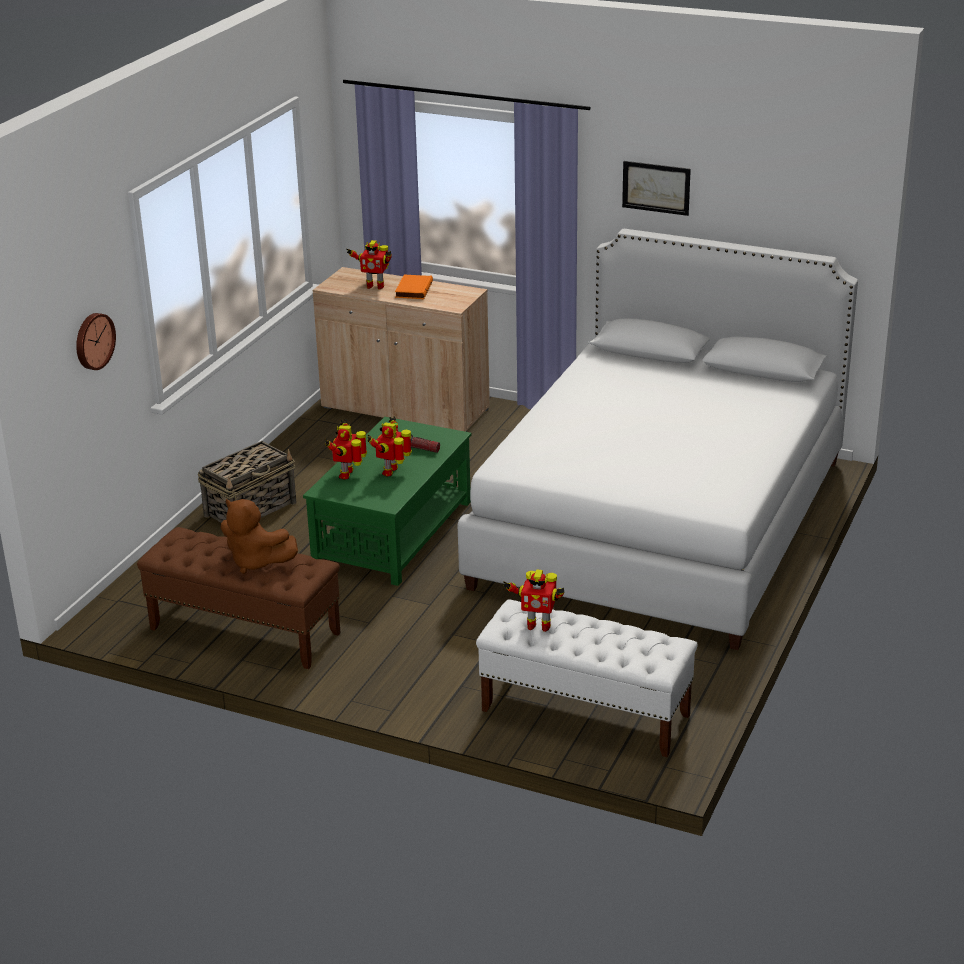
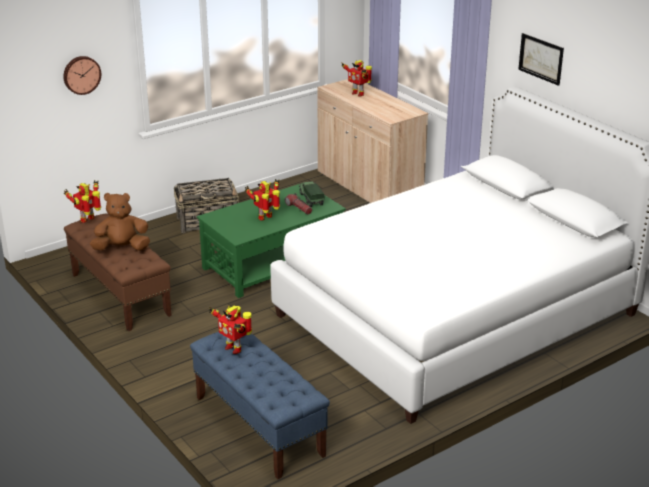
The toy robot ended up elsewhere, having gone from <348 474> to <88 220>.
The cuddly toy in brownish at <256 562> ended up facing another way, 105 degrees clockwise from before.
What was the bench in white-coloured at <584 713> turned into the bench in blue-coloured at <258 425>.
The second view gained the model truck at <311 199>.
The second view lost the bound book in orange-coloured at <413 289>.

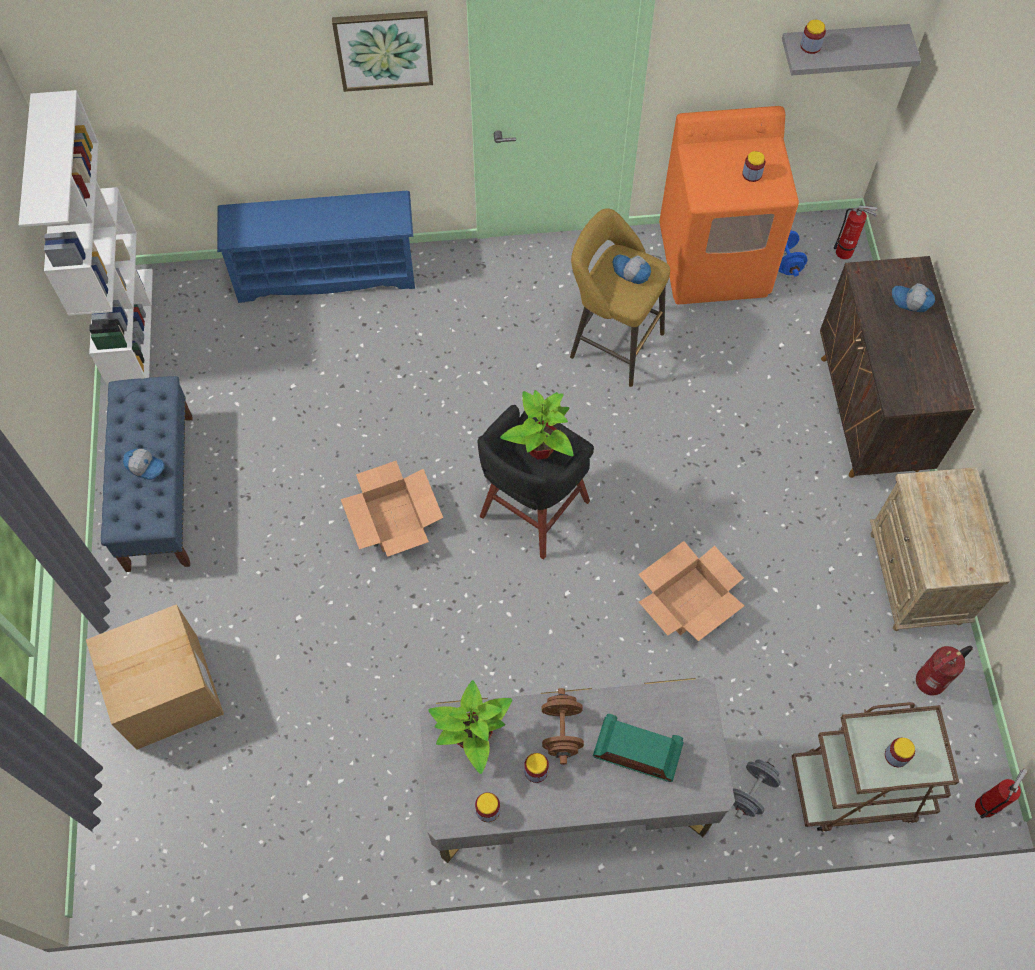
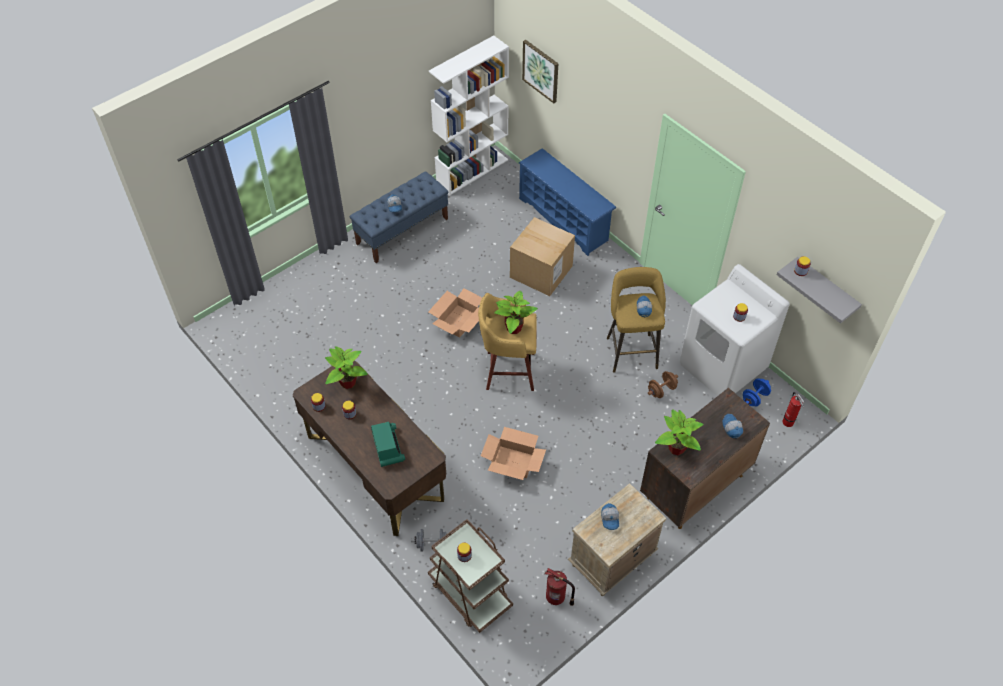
What was the desk table in grey at <569 793> turned into the desk table in brownish at <375 467>.
What was the stool in black at <532 511> turned into the stool in yellow at <508 371>.
The carton ended up elsewhere, having gone from <167 691> to <541 271>.
The wall art ended up elsewhere, having gone from <384 49> to <541 71>.
The second view gained the baseball cap at <610 519>.
The dumbbell in brownish ended up elsewhere, having gone from <561 731> to <661 390>.
The second view gained the houseplant at <676 448>.
What was the laundry machine in orange-coloured at <714 261> turned into the laundry machine in white-coloured at <723 367>.
The second view lost the fire-fighting cylinder at <986 804>.

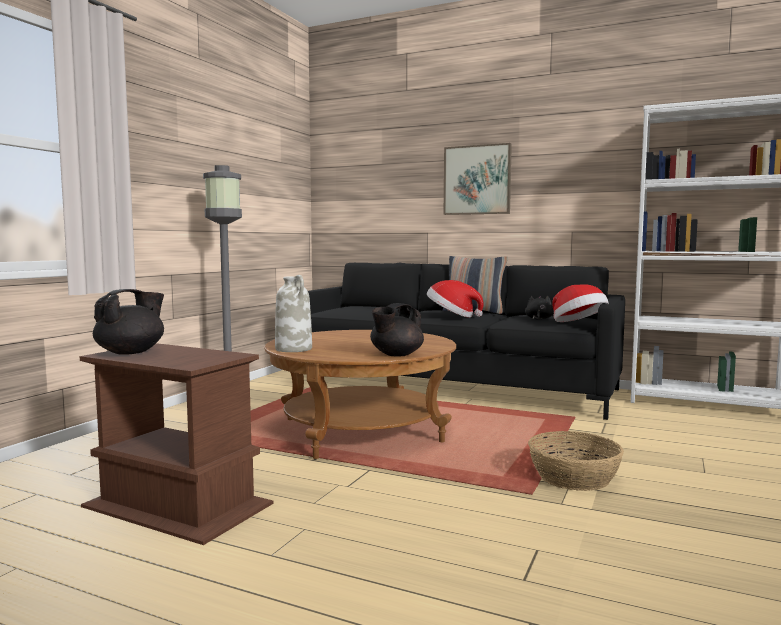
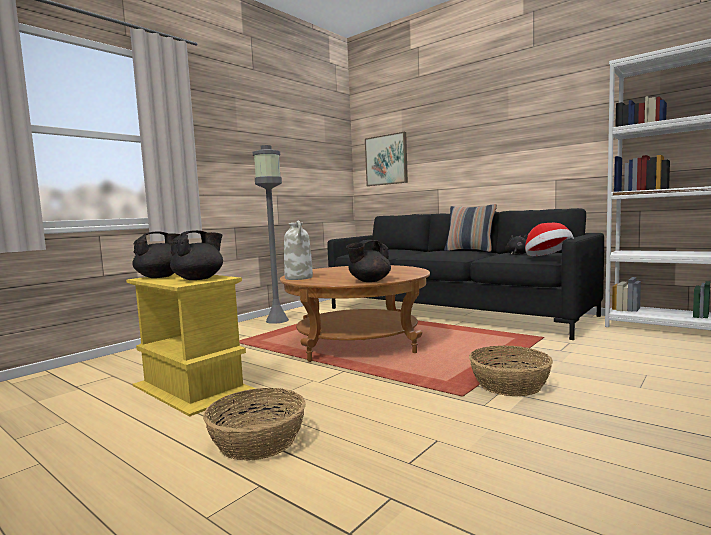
What was the end table in brownish at <179 505> turned into the end table in yellow at <193 388>.
The second view gained the pot for tea in black at <199 279>.
The second view gained the basket at <257 441>.
The wall art ended up elsewhere, having gone from <477 180> to <386 160>.
The second view lost the clothing hat at <452 316>.

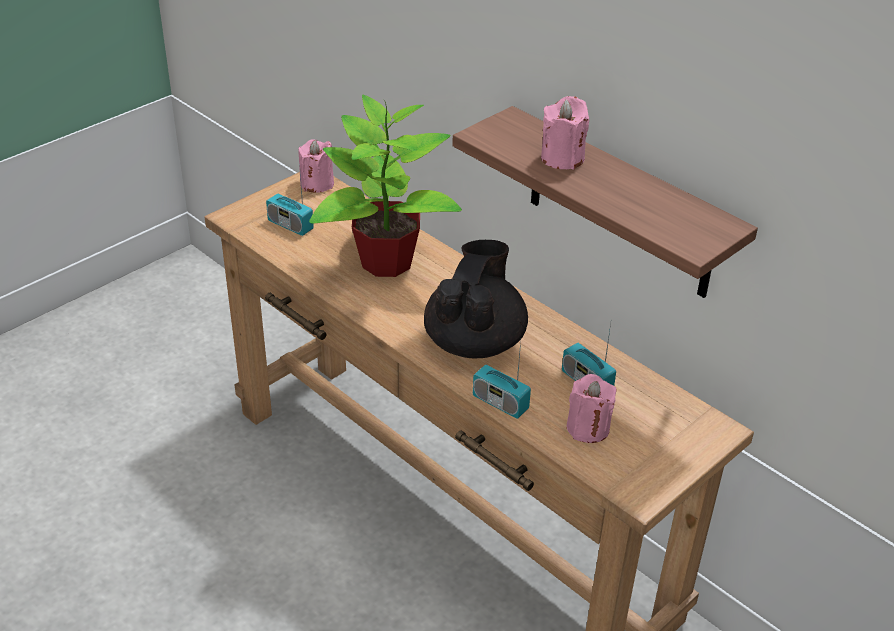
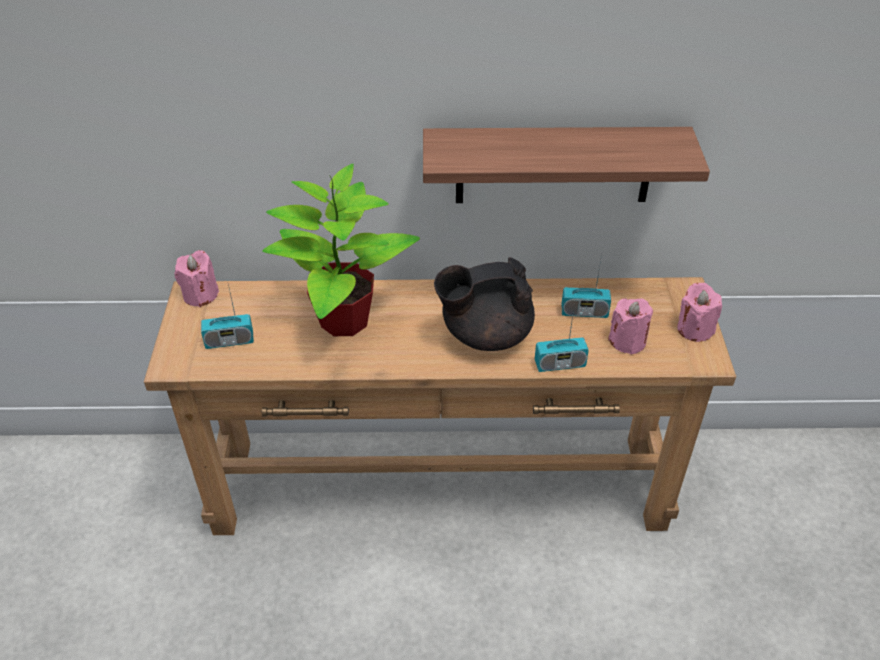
The pot for tea in black at <475 341> ended up facing another way, 75 degrees counterclockwise from before.
The wax candle in pink-coloured ended up elsewhere, having gone from <562 158> to <694 329>.

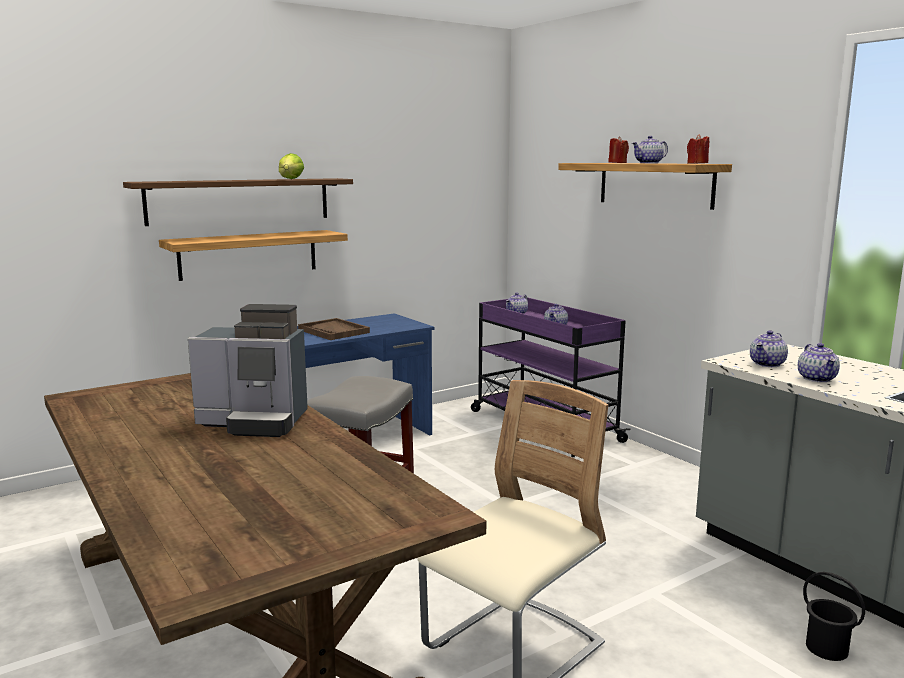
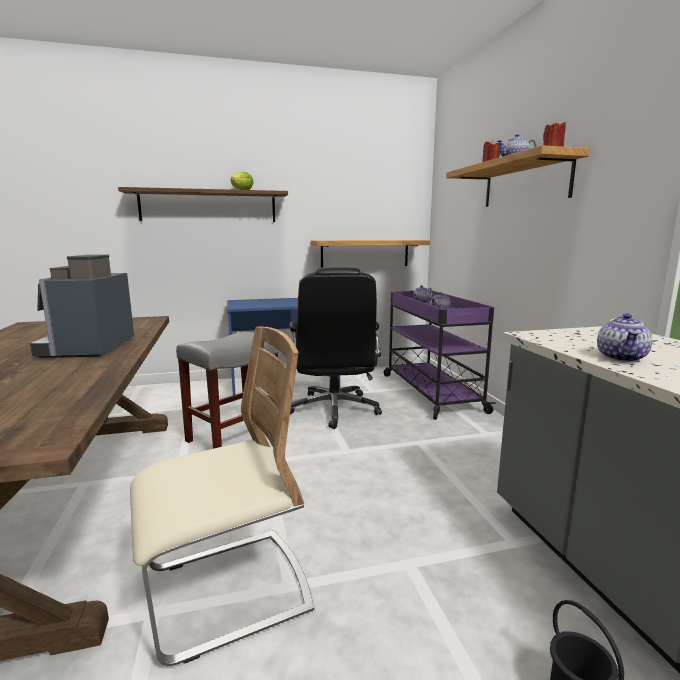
The coffee maker at <255 422> ended up facing another way, 60 degrees clockwise from before.
The second view gained the desk chair in black at <334 410>.
The shelf ended up elsewhere, having gone from <249 254> to <365 253>.
The second view lost the carrying tray in brownish at <334 331>.
The second view lost the pot for tea at <767 364>.

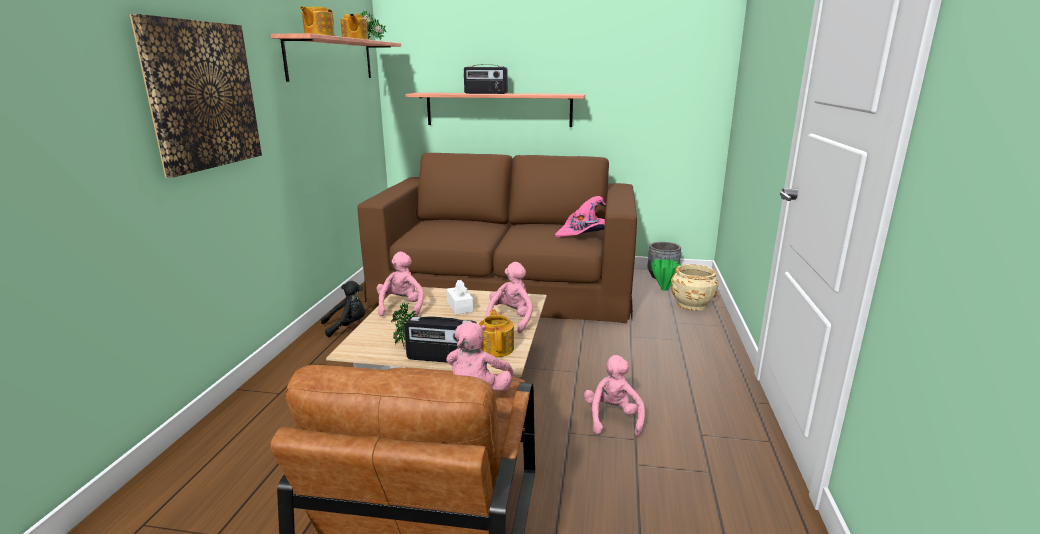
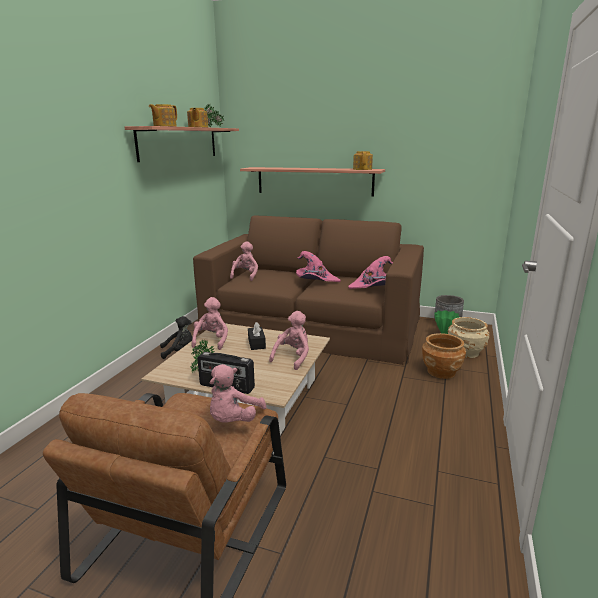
The cuddly toy in pink-coloured ended up elsewhere, having gone from <612 418> to <245 276>.
What was the box of tissues in white-coloured at <460 306> turned into the box of tissues in black at <256 343>.
The second view gained the clothing hat in pink-coloured at <316 280>.
The pot for tea ended up elsewhere, having gone from <496 348> to <362 169>.
The second view gained the planter in brownish at <441 371>.
The second view lost the wall art at <202 95>.
The second view lost the radio at <485 93>.

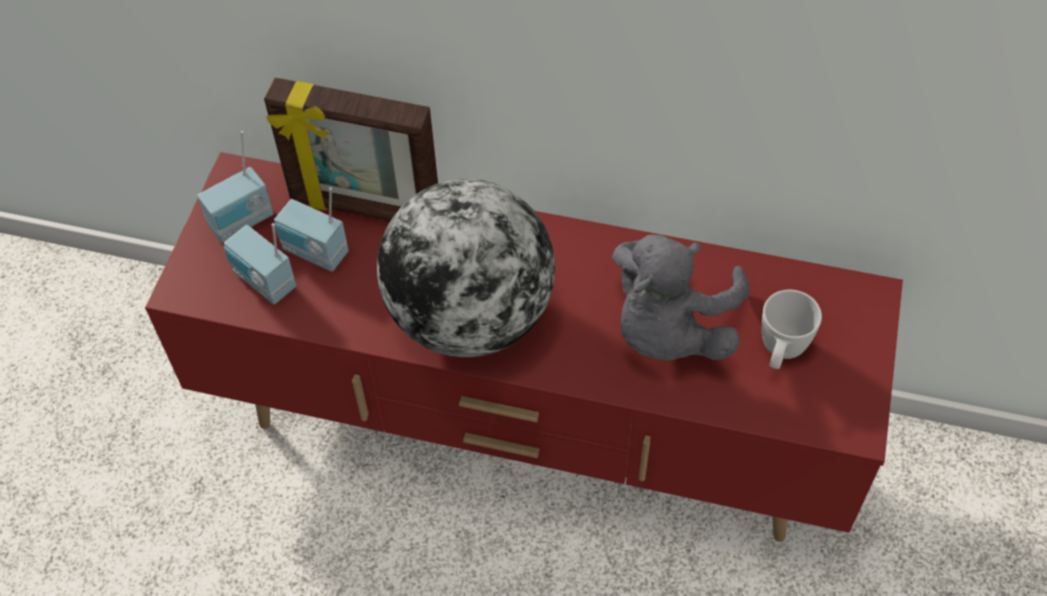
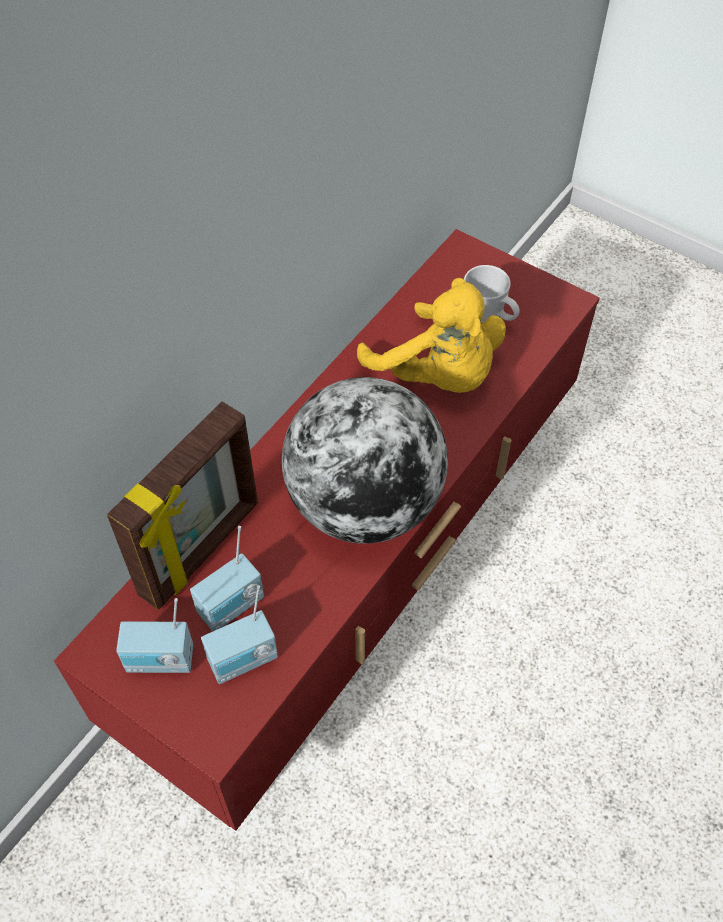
The radio at <242 222> ended up facing another way, 105 degrees clockwise from before.
What was the cuddly toy in grey at <669 329> turned into the cuddly toy in yellow at <438 375>.

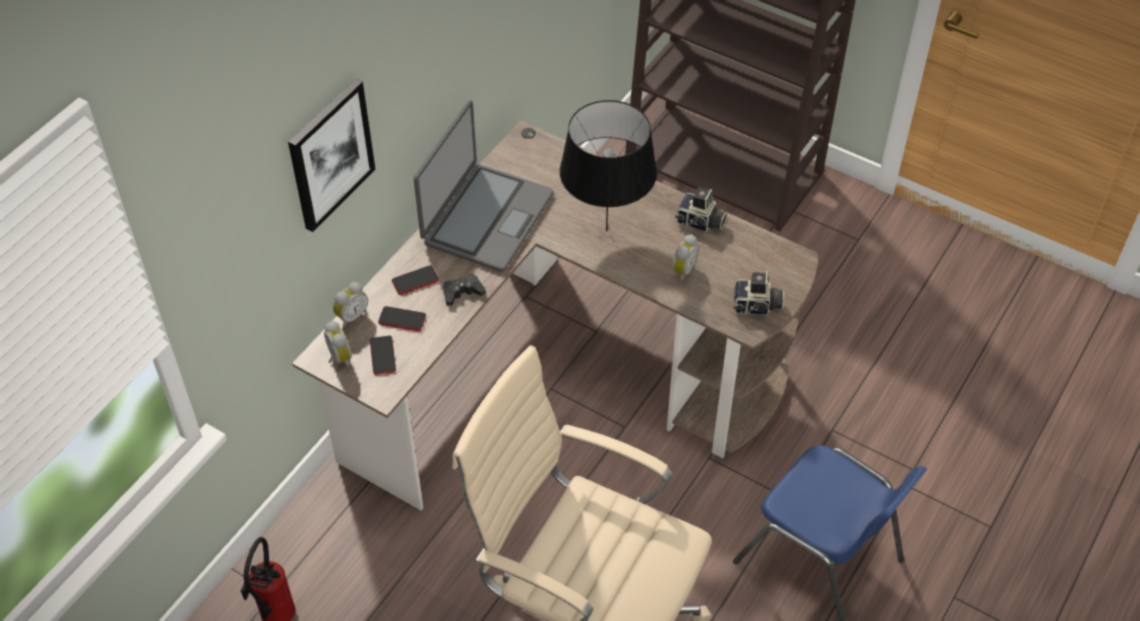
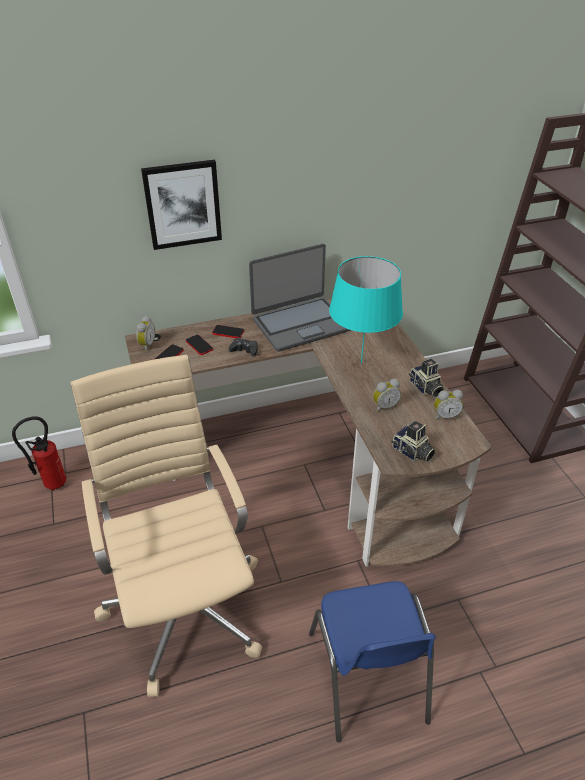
What was the lamp for a table in black at <606 230> turned into the lamp for a table in turquoise-coloured at <361 362>.
The bedside clock ended up elsewhere, having gone from <351 316> to <445 416>.

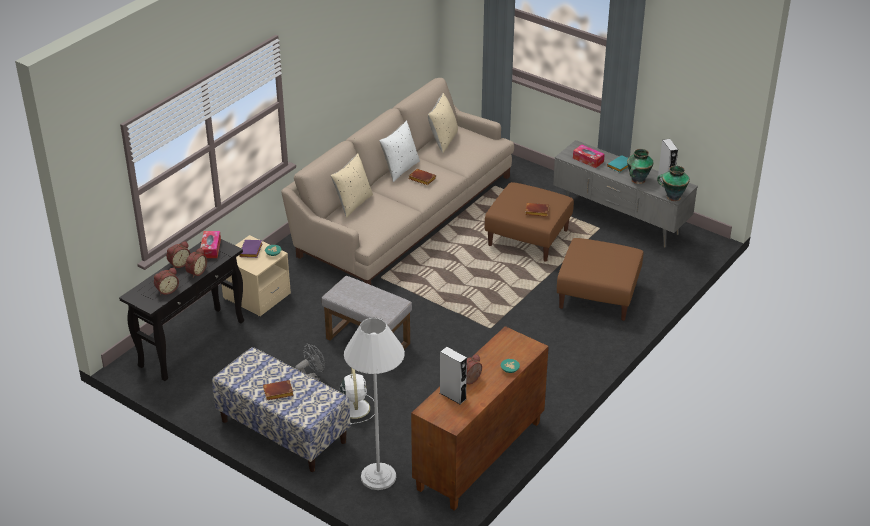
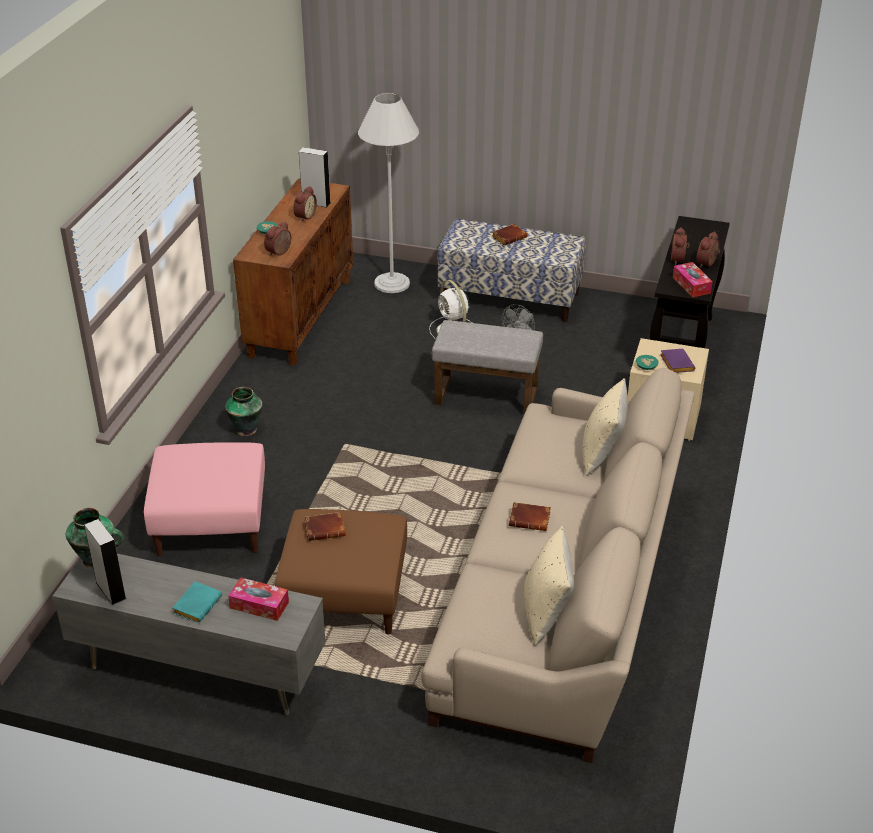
What was the pouffe in brownish at <597 296> turned into the pouffe in pink-coloured at <212 522>.
The vase ended up elsewhere, having gone from <637 180> to <247 429>.
The bedside clock ended up elsewhere, having gone from <167 290> to <280 253>.
The second view lost the cushion in white-coloured at <400 169>.

